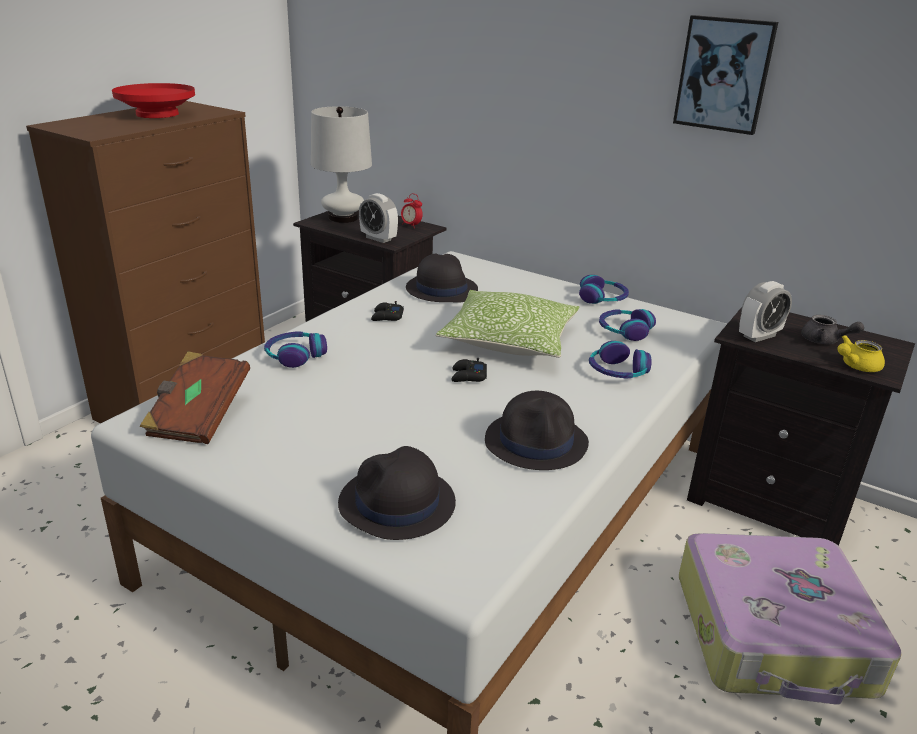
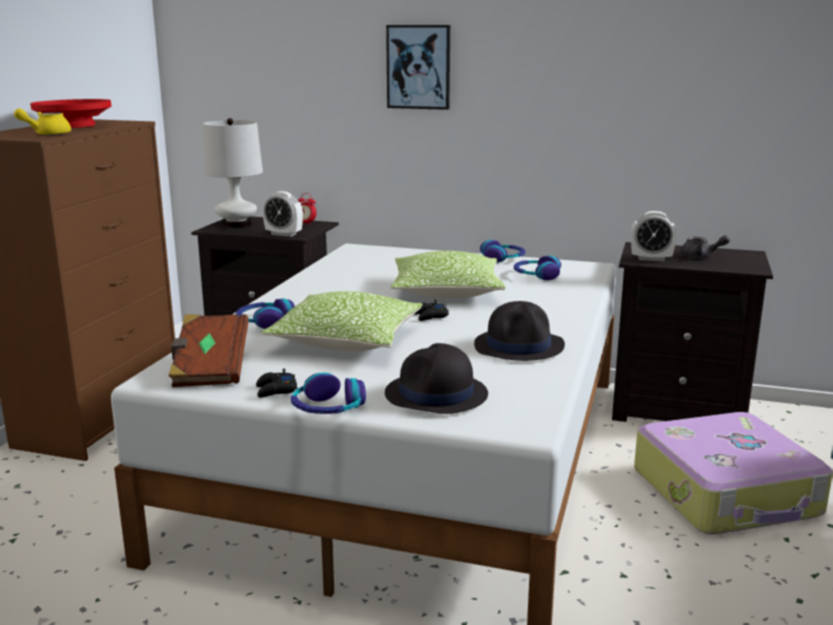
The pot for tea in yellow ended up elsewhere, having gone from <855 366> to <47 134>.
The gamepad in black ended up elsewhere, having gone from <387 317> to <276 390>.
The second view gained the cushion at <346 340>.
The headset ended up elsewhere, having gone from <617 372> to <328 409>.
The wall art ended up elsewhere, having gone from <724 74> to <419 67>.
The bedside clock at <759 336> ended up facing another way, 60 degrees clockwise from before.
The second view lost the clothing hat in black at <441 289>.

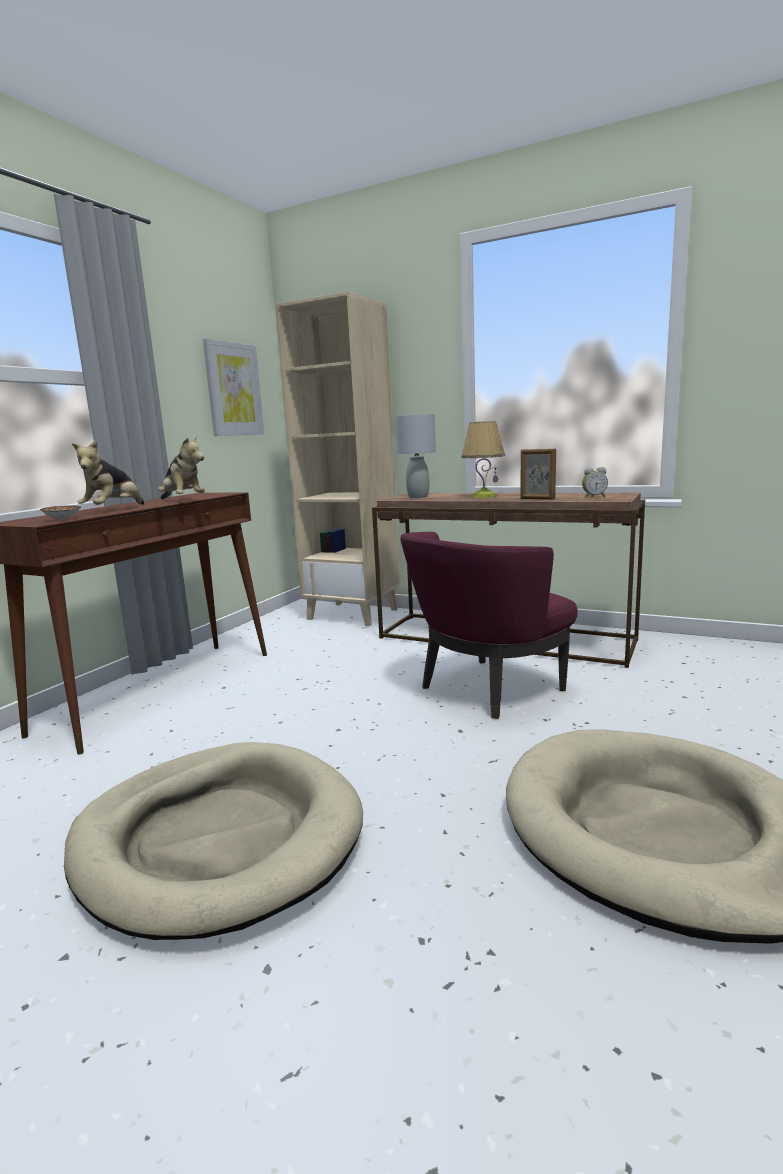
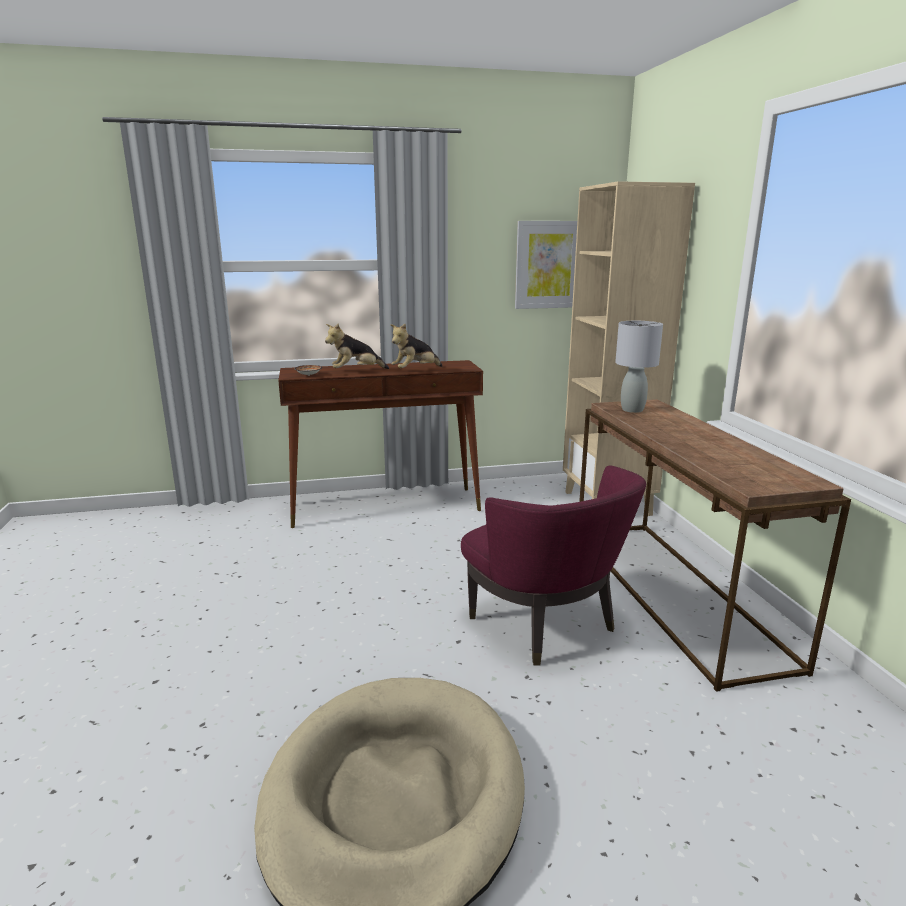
The cuddly toy at <182 500> ended up facing another way, 45 degrees clockwise from before.
The lounge chair in purple at <486 690> ended up facing another way, 135 degrees counterclockwise from before.
The second view lost the dog cushion in sand-coloured at <219 839>.
The second view lost the lamp for a table at <483 496>.
The second view lost the photo frame at <537 499>.
The second view lost the bedside clock at <594 497>.

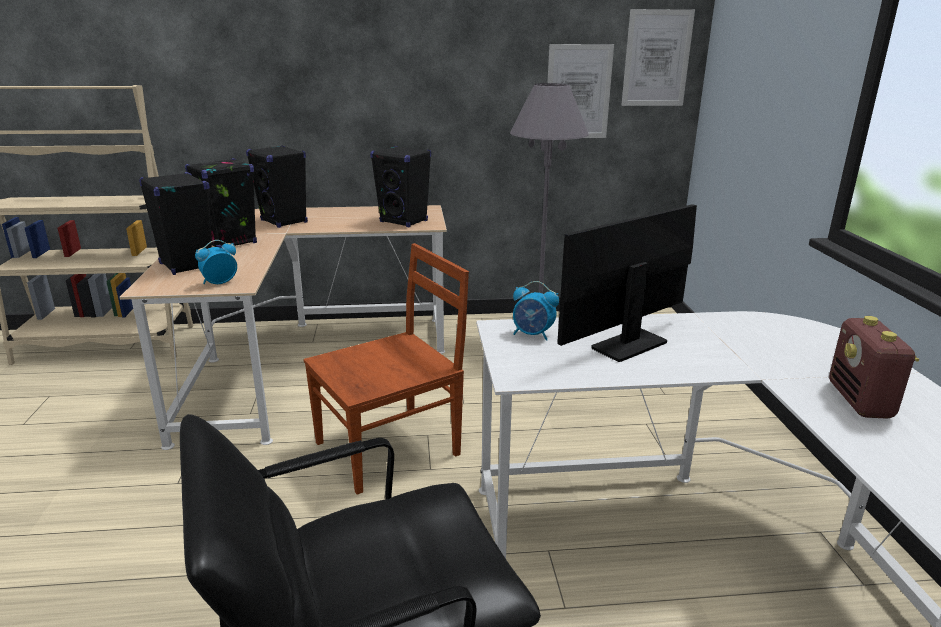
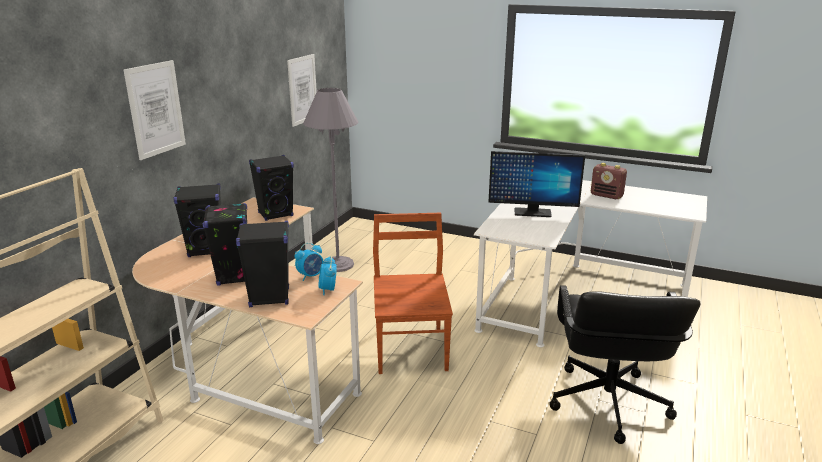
The wall art ended up elsewhere, having gone from <657 58> to <155 109>.
The bedside clock ended up elsewhere, having gone from <533 335> to <311 276>.
The computer screen at <629 345> ended up facing another way, 75 degrees counterclockwise from before.

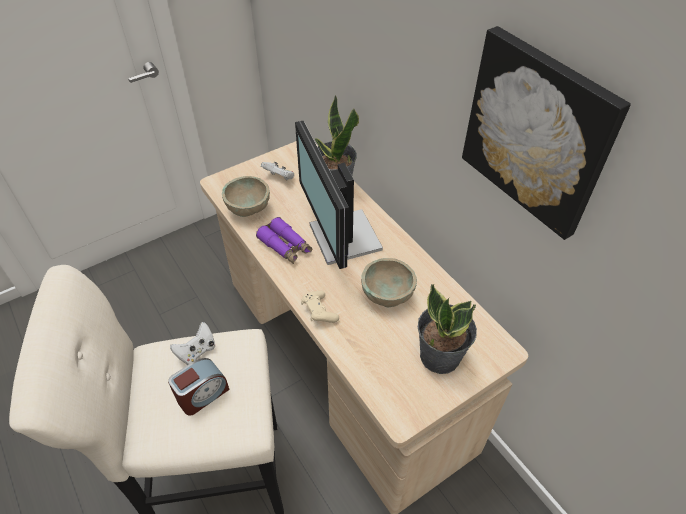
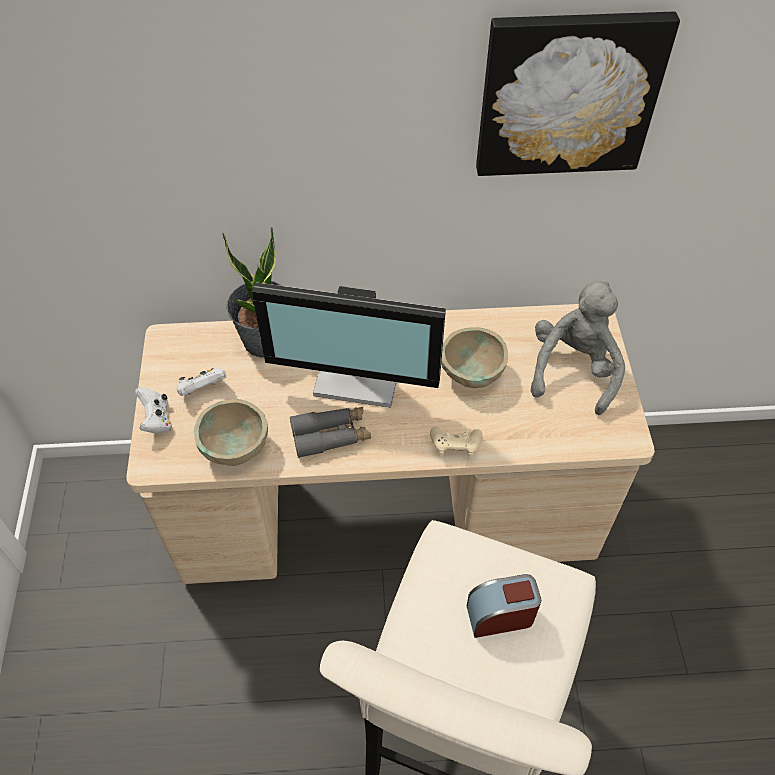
The gamepad in white-coloured ended up elsewhere, having gone from <197 351> to <157 419>.
What was the pair of binoculars in purple at <285 246> turned into the pair of binoculars in grey at <331 435>.
The bedside clock at <202 395> ended up facing another way, 90 degrees counterclockwise from before.
Where the houseplant stood at <440 355>, the cuddly toy in grey came to stand at <573 369>.

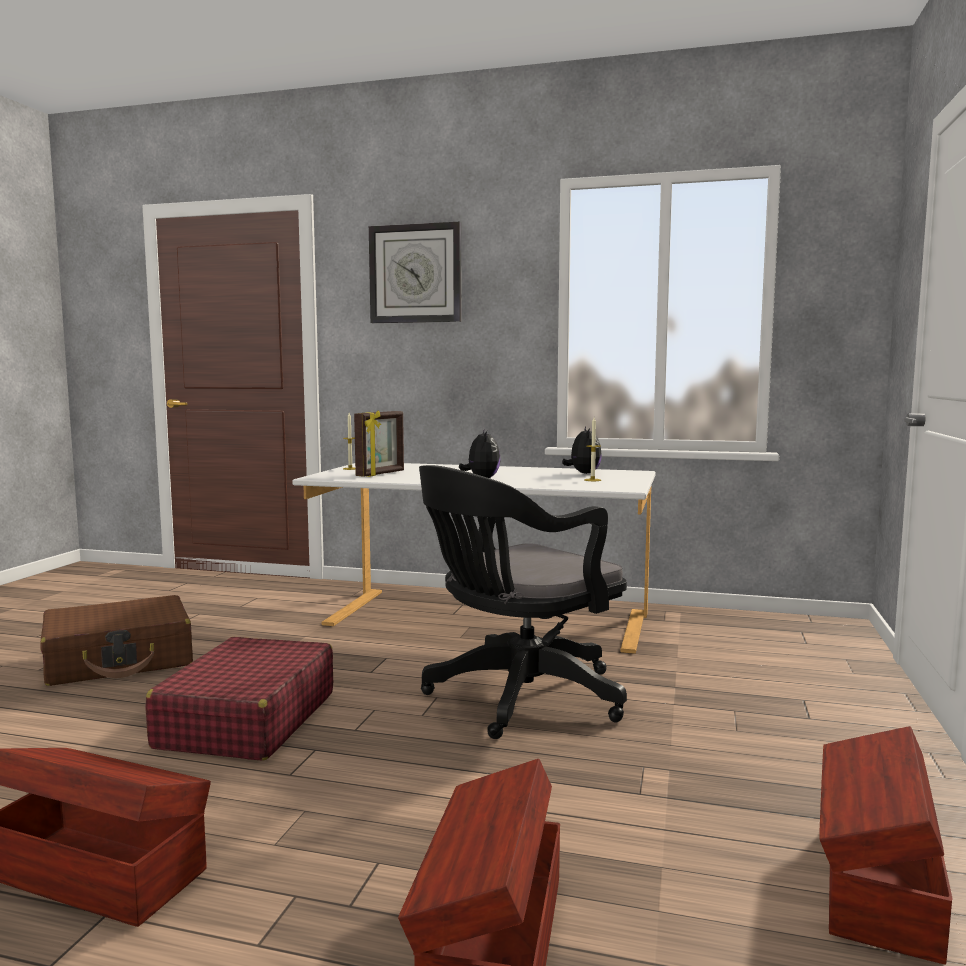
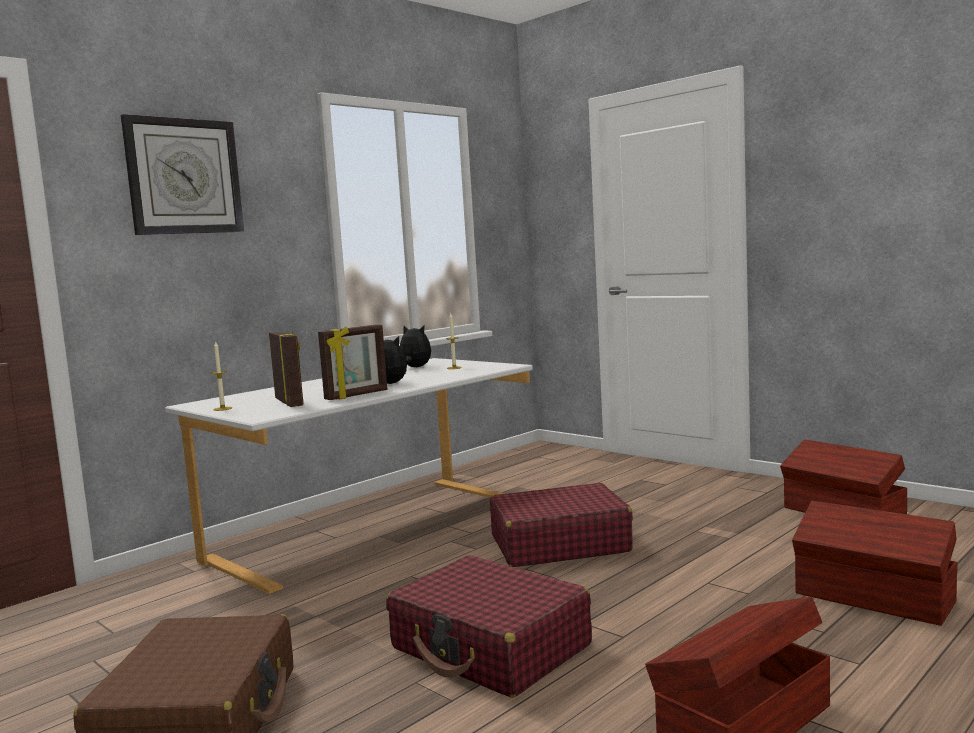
The second view gained the photo frame at <357 395>.
Where the desk chair in black stood at <517 698>, the suitcase in reddish came to stand at <559 544>.

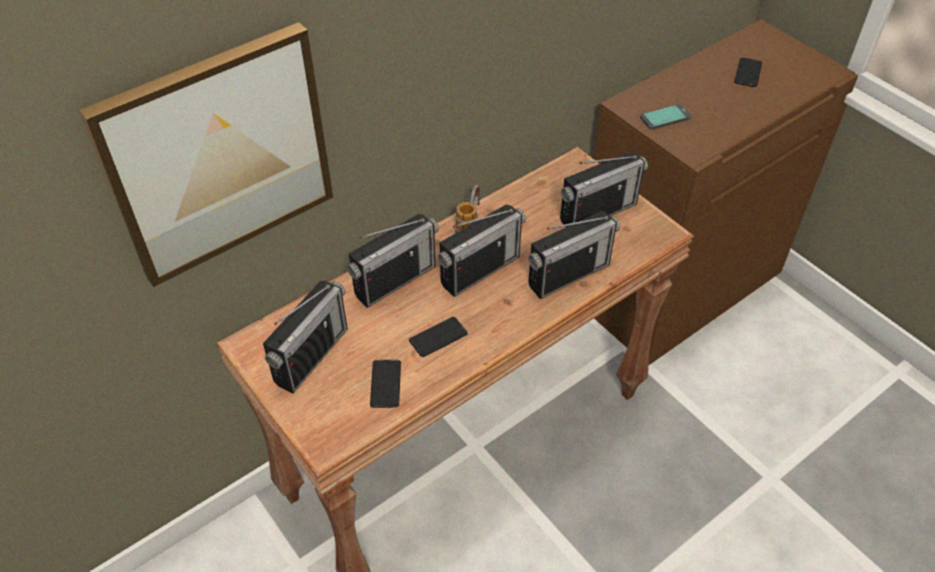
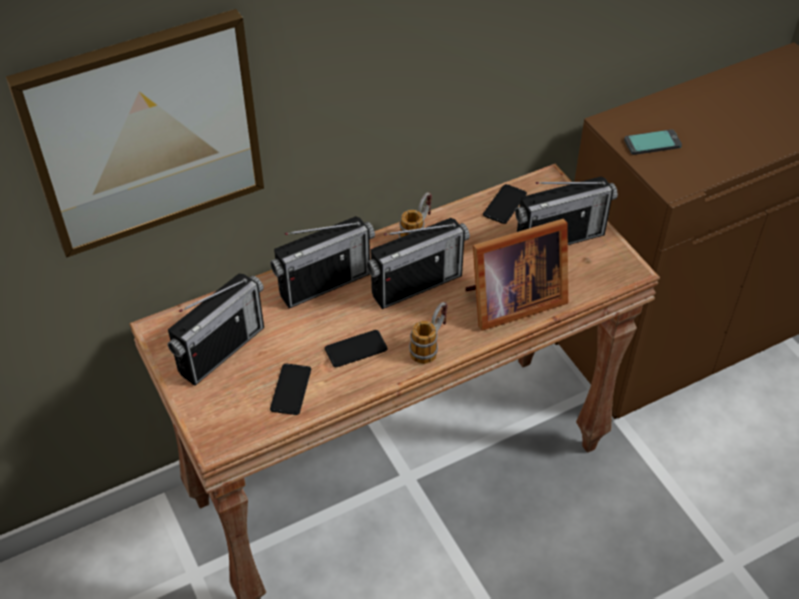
The second view gained the coffee mug at <430 345>.
Where the radio stood at <568 275>, the photo frame came to stand at <510 302>.
The handset ended up elsewhere, having gone from <748 73> to <504 205>.

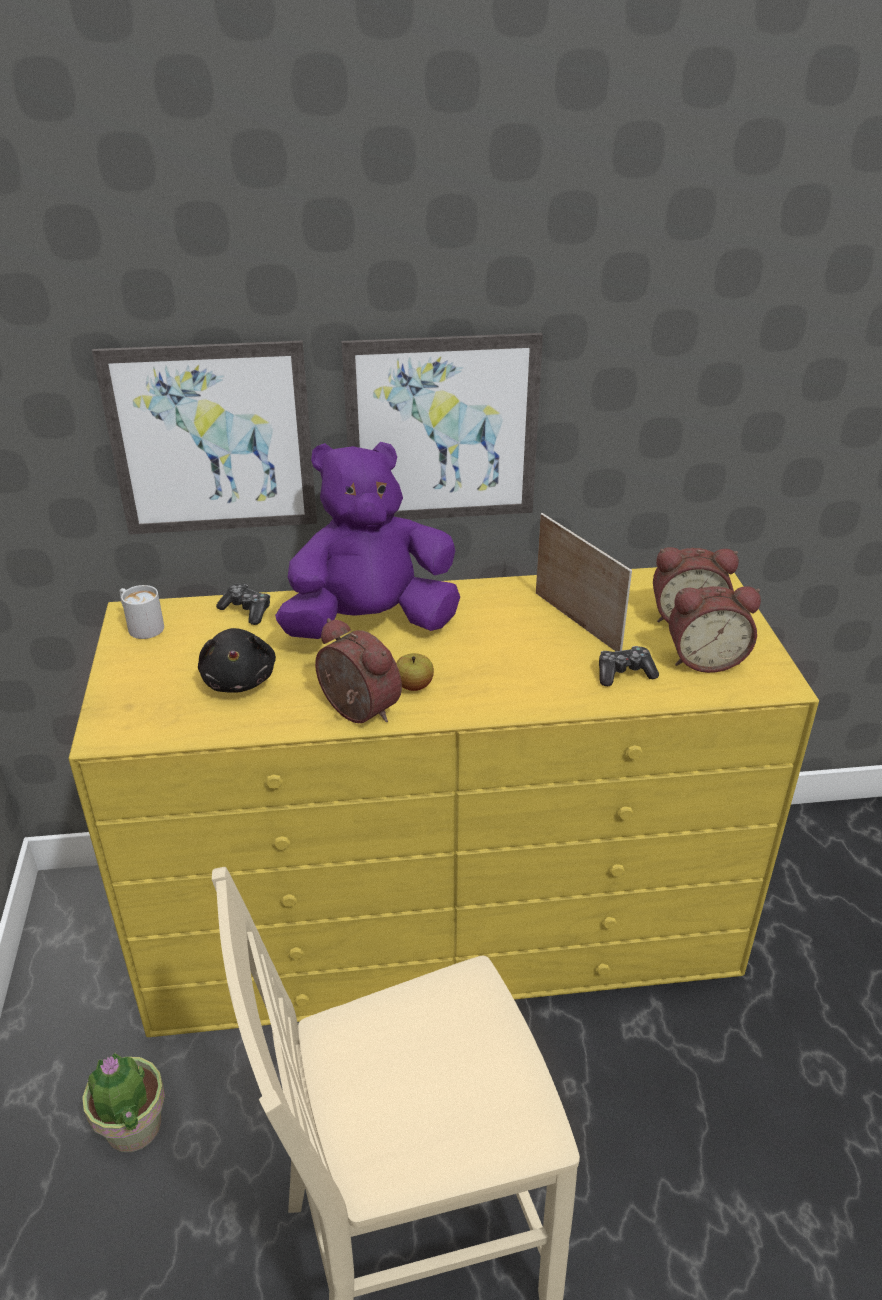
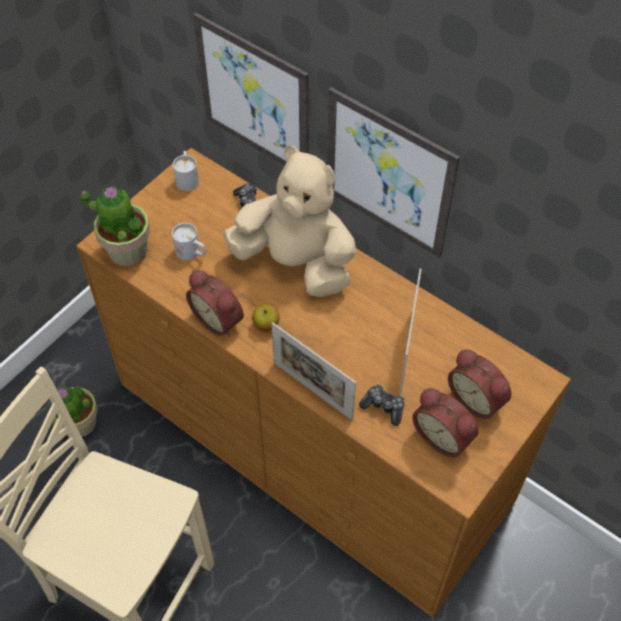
What was the drawer chest in yellow at <441 919> turned into the drawer chest in brownish at <311 440>.
The second view gained the houseplant at <127 250>.
Where the cuddly toy in black stood at <239 680>, the coffee mug in white-coloured came to stand at <192 253>.
The bedside clock at <355 712> ended up facing another way, 135 degrees clockwise from before.
What was the cuddly toy in purple at <370 624> turned into the cuddly toy in sand-coloured at <296 263>.
The second view gained the photo frame at <312 390>.

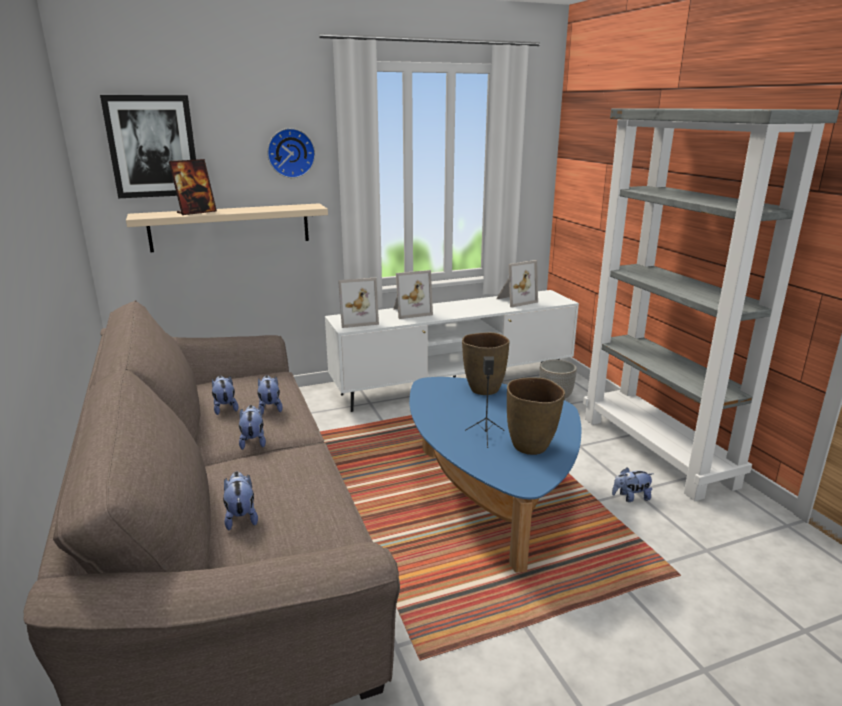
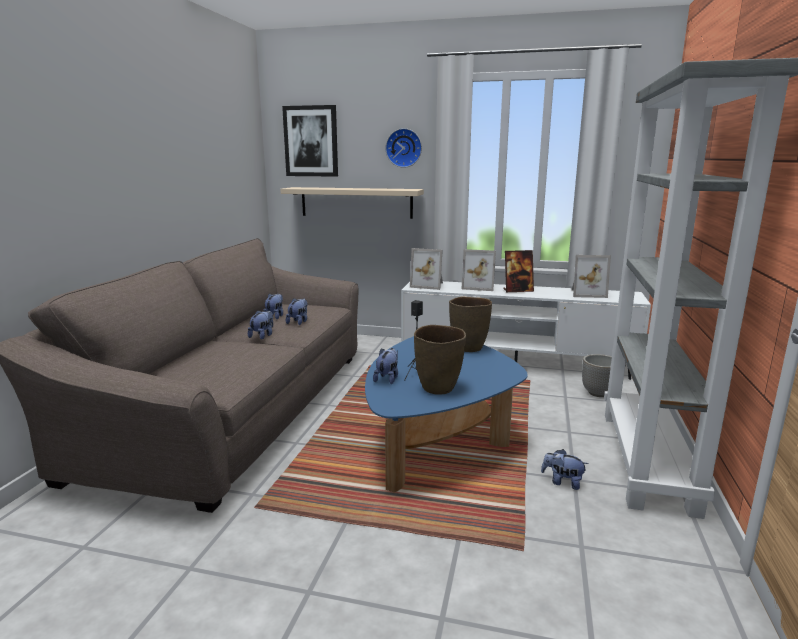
The cuddly toy ended up elsewhere, having gone from <241 517> to <387 379>.
The photo frame ended up elsewhere, having gone from <196 212> to <518 290>.

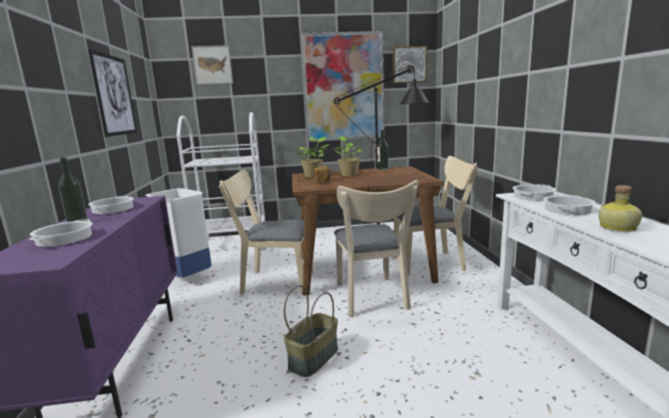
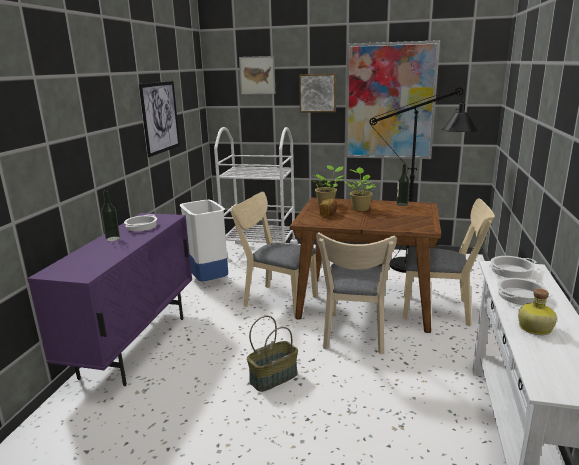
The wall art ended up elsewhere, having gone from <409 65> to <318 93>.
The second view lost the stockpot at <64 238>.

